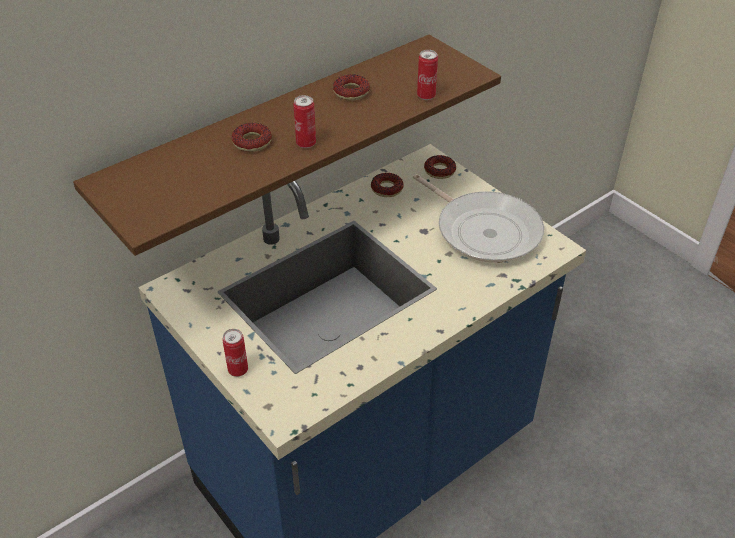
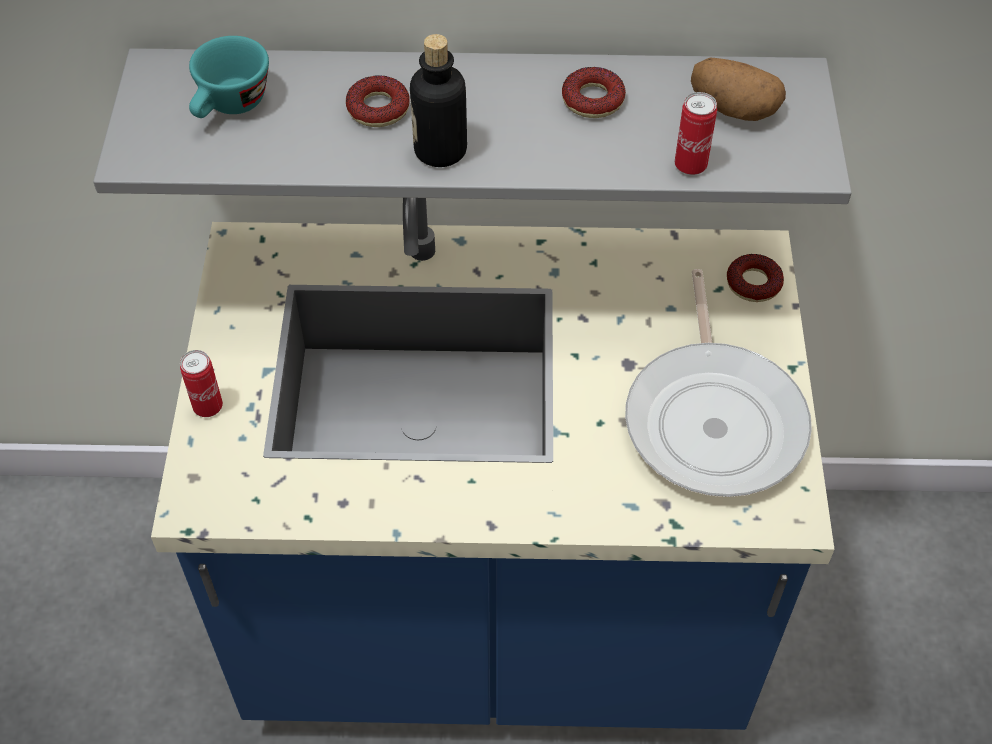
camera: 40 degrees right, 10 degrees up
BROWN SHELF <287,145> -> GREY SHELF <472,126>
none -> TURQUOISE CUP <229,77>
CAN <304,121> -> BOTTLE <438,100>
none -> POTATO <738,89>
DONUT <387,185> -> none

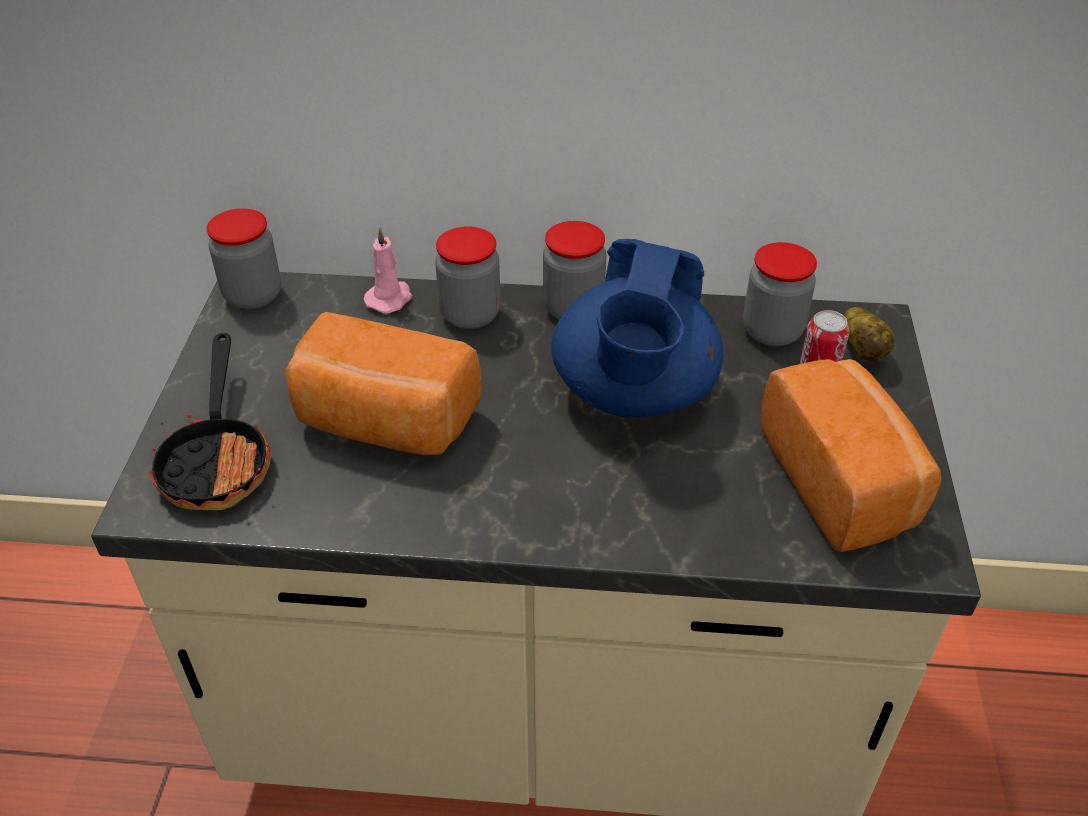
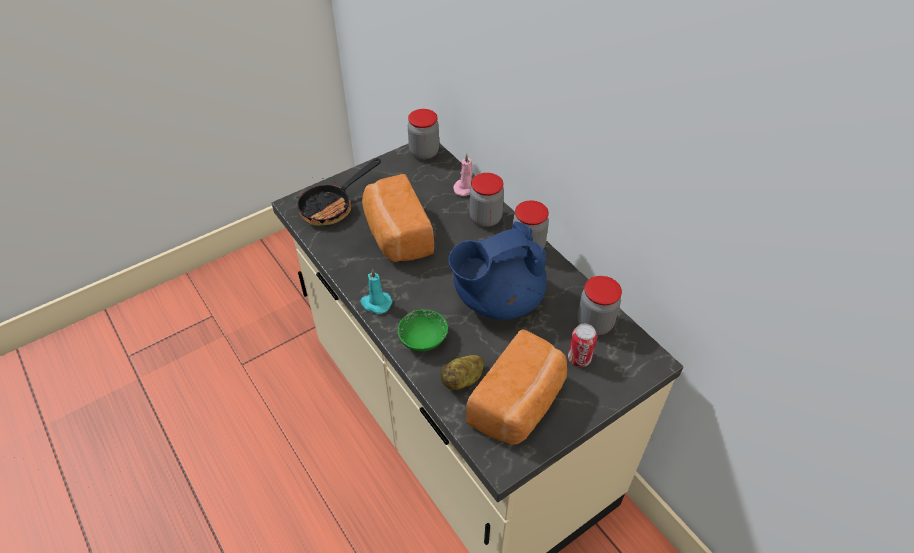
camera: 50 degrees right, 5 degrees up
none -> TURQUOISE CANDLE <376,291>
none -> GREEN BOWL <423,330>
POTATO <869,334> -> POTATO <462,372>, relocated

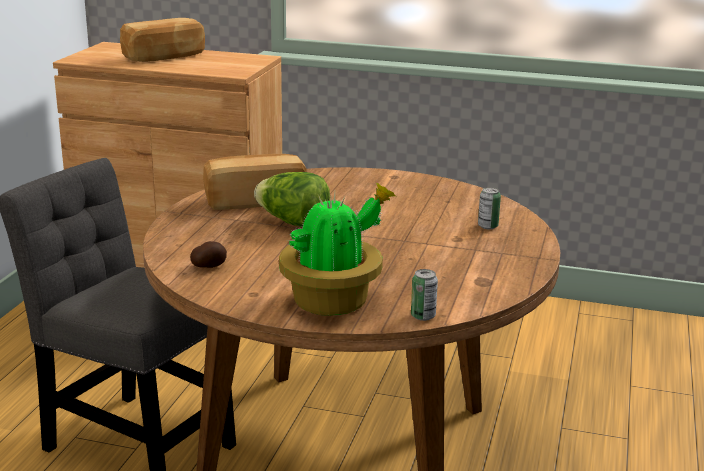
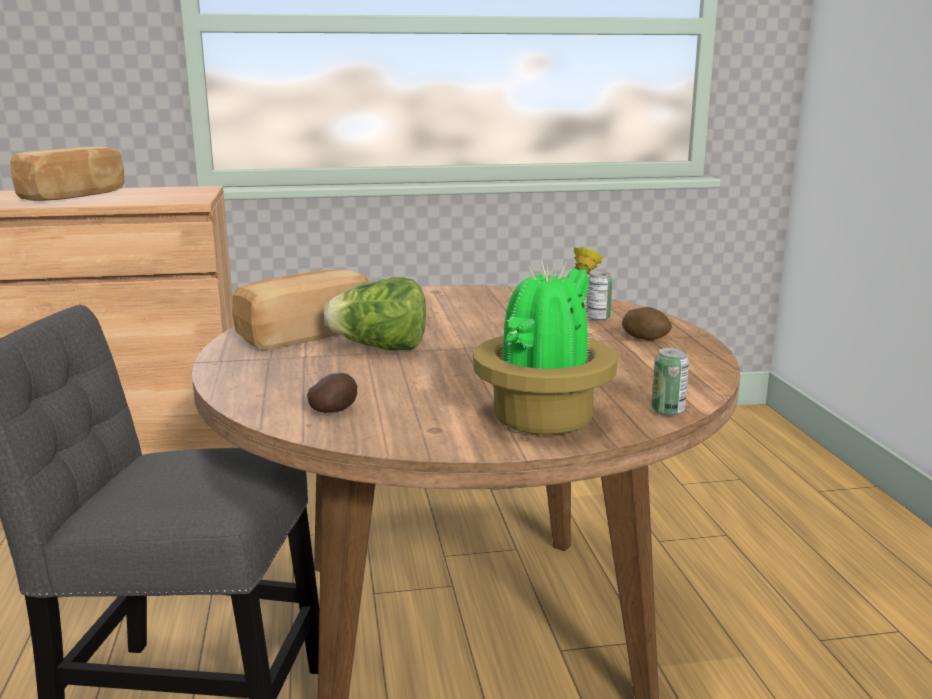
camera: 25 degrees left, 5 degrees down
none -> POTATO <647,323>

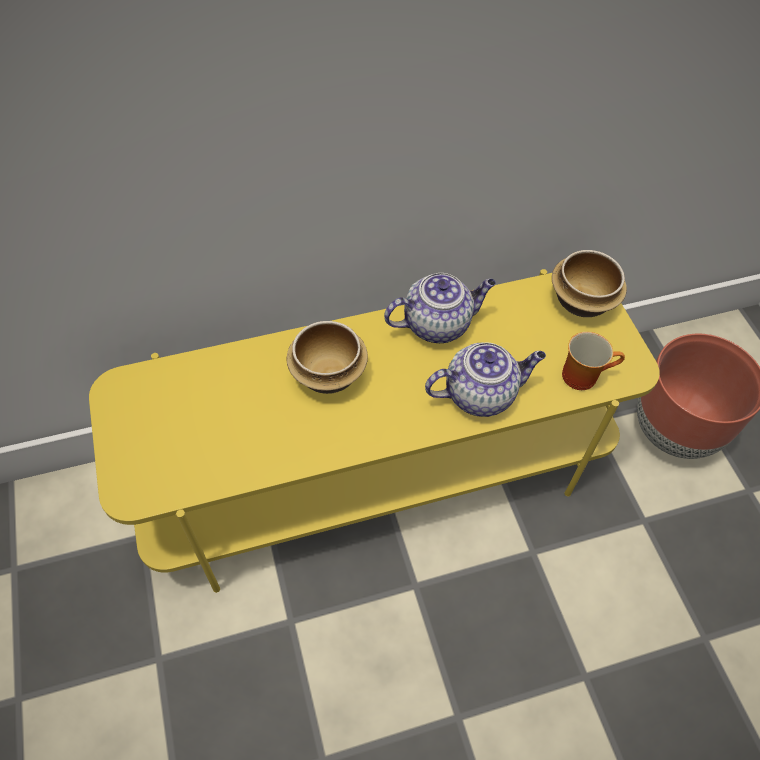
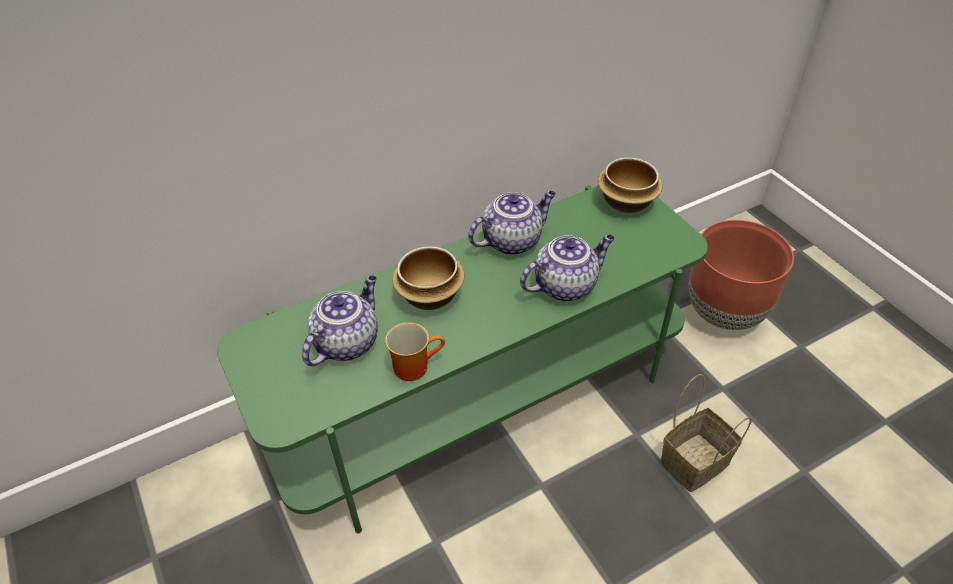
camera: 10 degrees left, 10 degrees down
YELLOW TV STAND <374,431> -> GREEN TV STAND <462,359>
none -> TEAPOT <340,320>
MUG <593,361> -> MUG <415,351>, relocated
none -> BASKET <706,433>

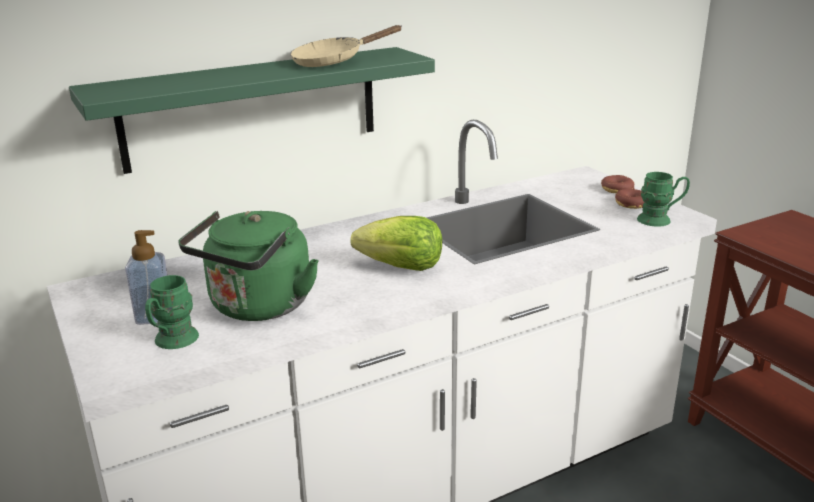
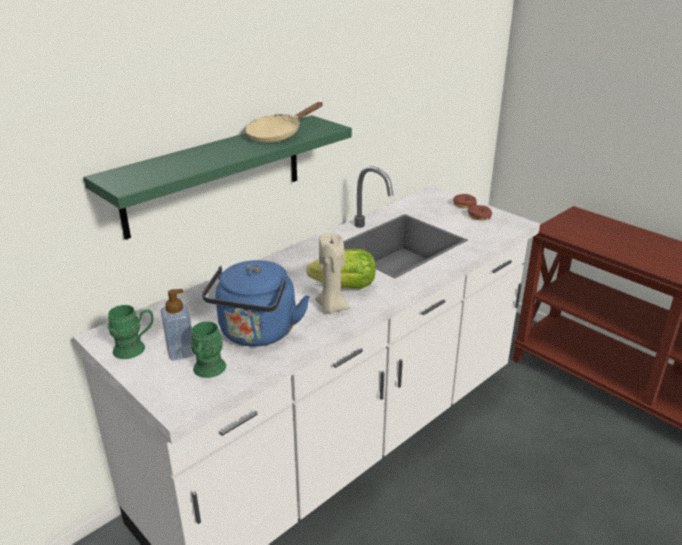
camera: 15 degrees left, 5 degrees up
GREEN MUG <663,199> -> GREEN MUG <130,332>, relocated
GREEN KETTLE <248,266> -> BLUE KETTLE <256,303>
none -> BEIGE CANDLE <332,273>

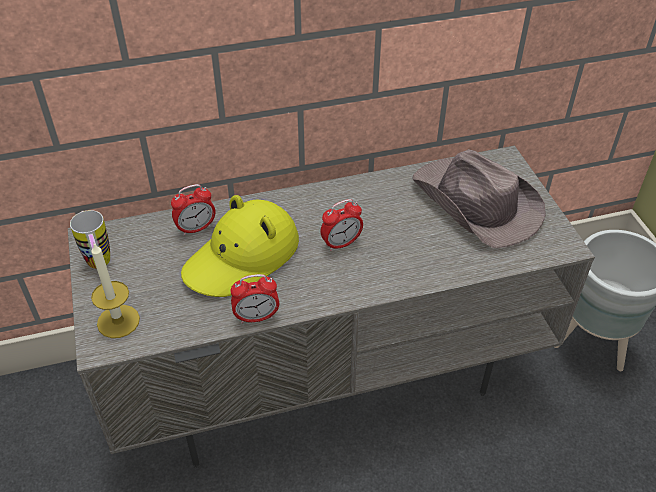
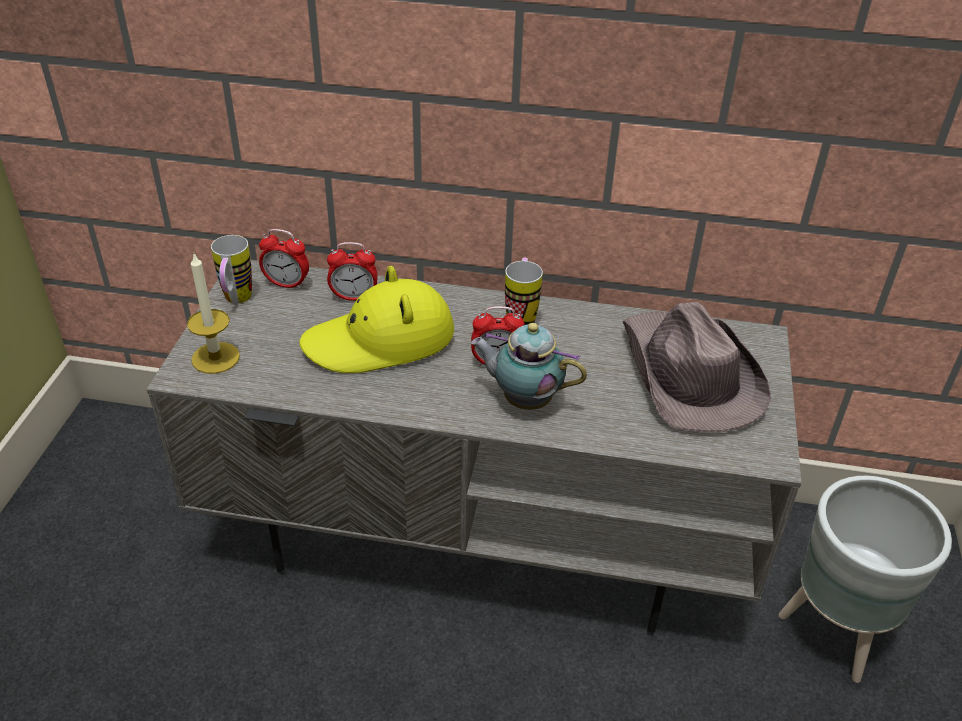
camera: 25 degrees right, 5 degrees down
ALARM CLOCK <254,298> -> ALARM CLOCK <284,259>, relocated
none -> TEAPOT <529,366>
none -> MUG <524,291>

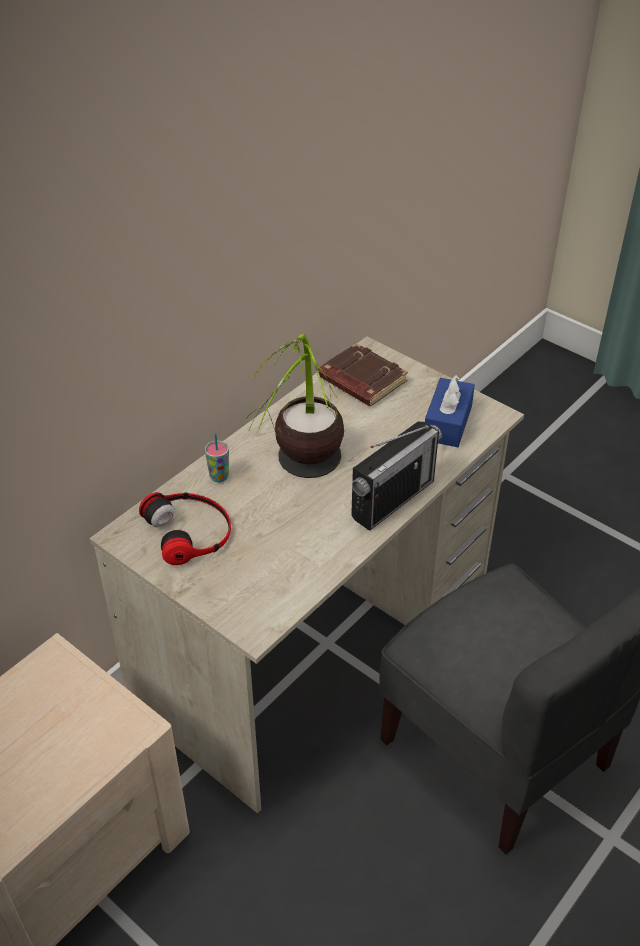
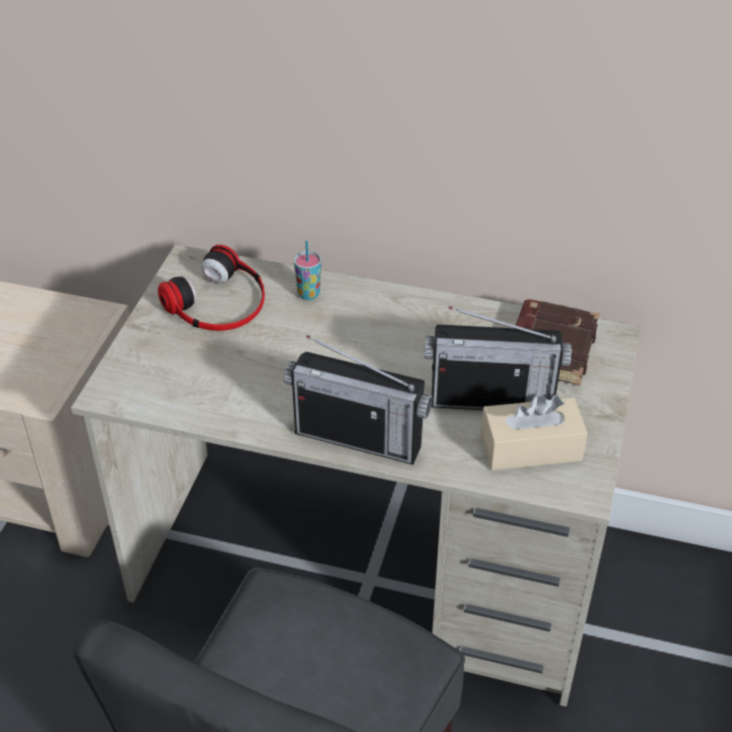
camera: 65 degrees right, 0 degrees up
none -> RADIO <497,358>
BLUE TISSUE BOX <450,410> -> BEIGE TISSUE BOX <534,431>
POTTED PLANT <294,406> -> none

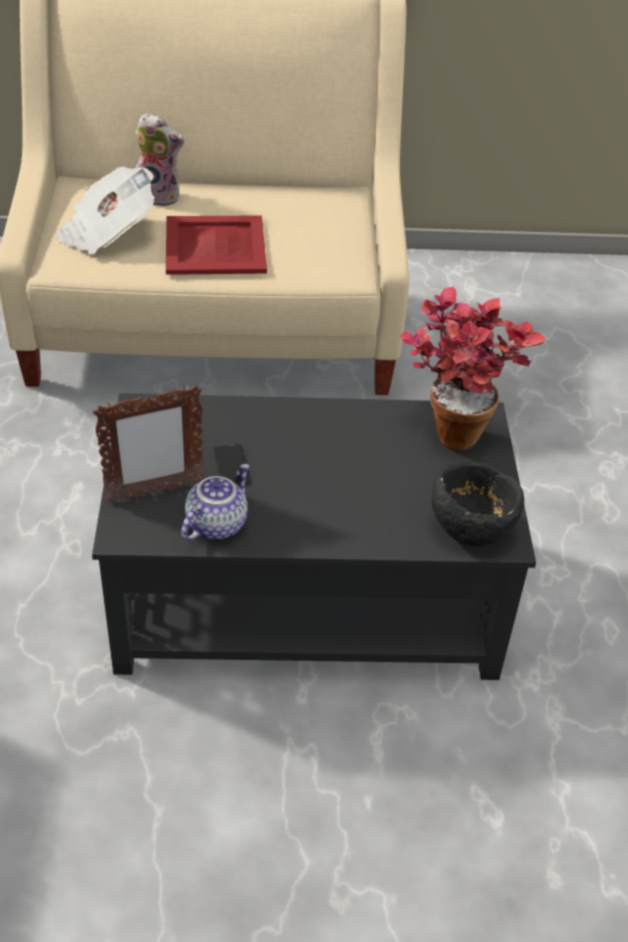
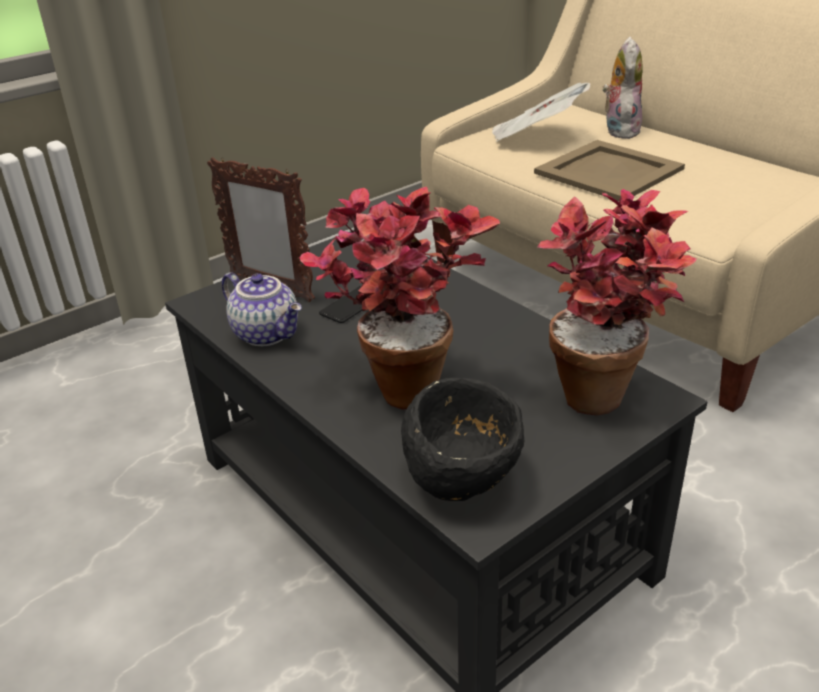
camera: 55 degrees right, 10 degrees down
TEAPOT <215,502> -> TEAPOT <262,309>, 45 degrees clockwise
none -> POTTED PLANT <399,298>
RED TRAY <216,245> -> BEIGE TRAY <609,170>
PLUSH TOY <160,160> -> PLUSH TOY <622,88>, 150 degrees counterclockwise

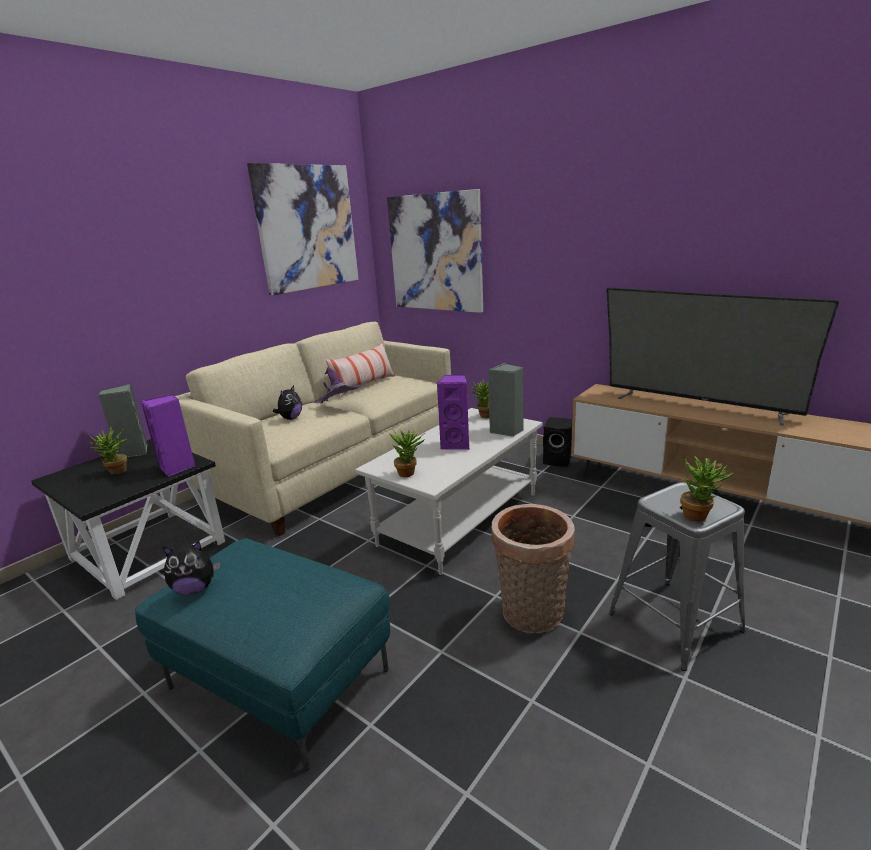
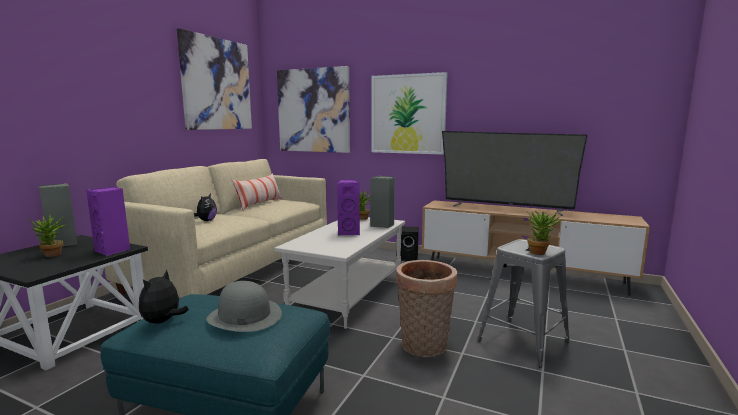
camera: 15 degrees left, 10 degrees down
PLUSH TOY <191,568> -> PLUSH TOY <164,297>, 135 degrees clockwise
none -> GREY HAT <244,306>
none -> PICTURE <409,113>
PURPLE HAT <338,385> -> none
POTTED PLANT <407,453> -> none

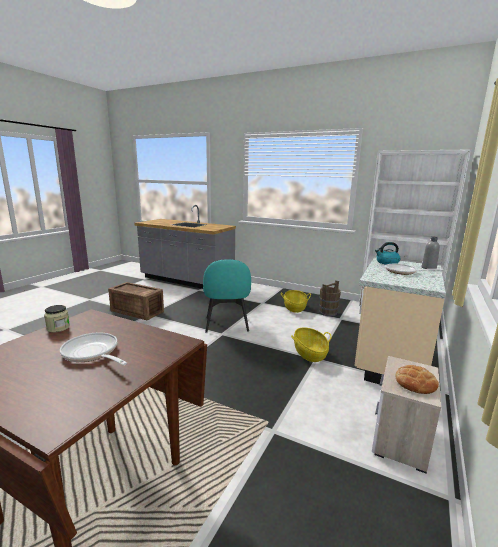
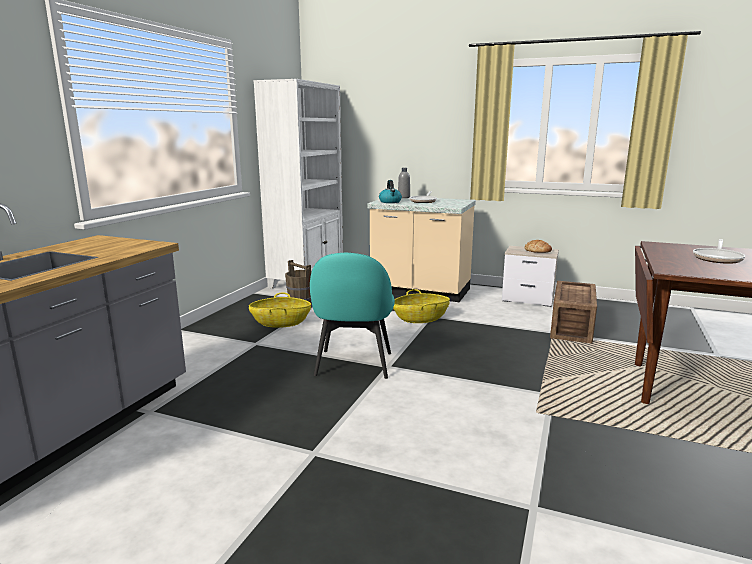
camera: 95 degrees left, 0 degrees up
TURQUOISE CHAIR <227,295> -> TURQUOISE CHAIR <352,316>, 105 degrees clockwise
CRATE <136,301> -> CRATE <573,312>, relocated
JAR <57,319> -> none

